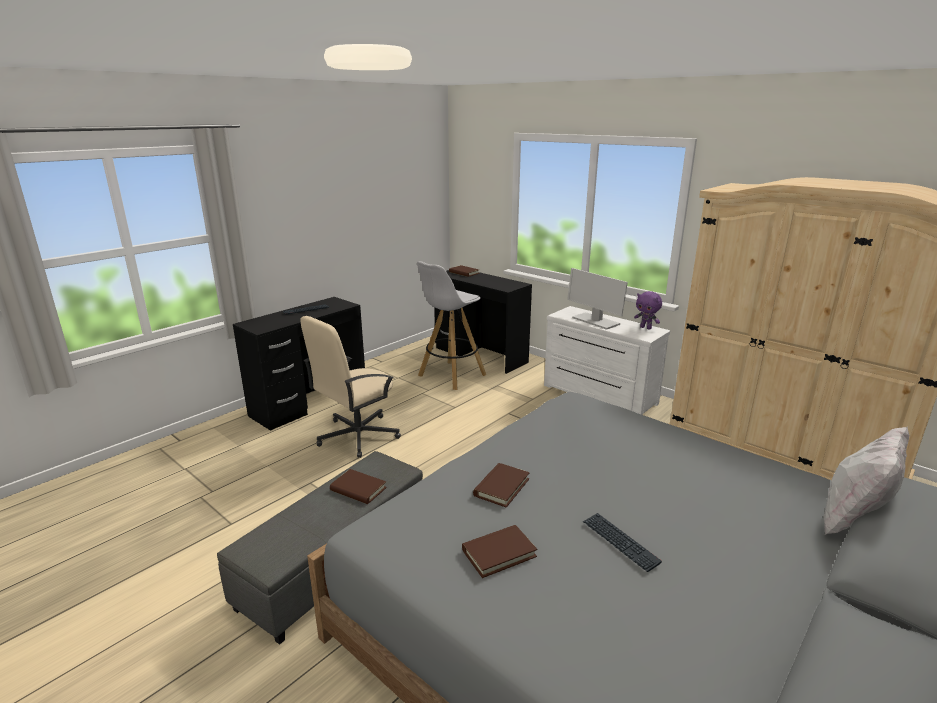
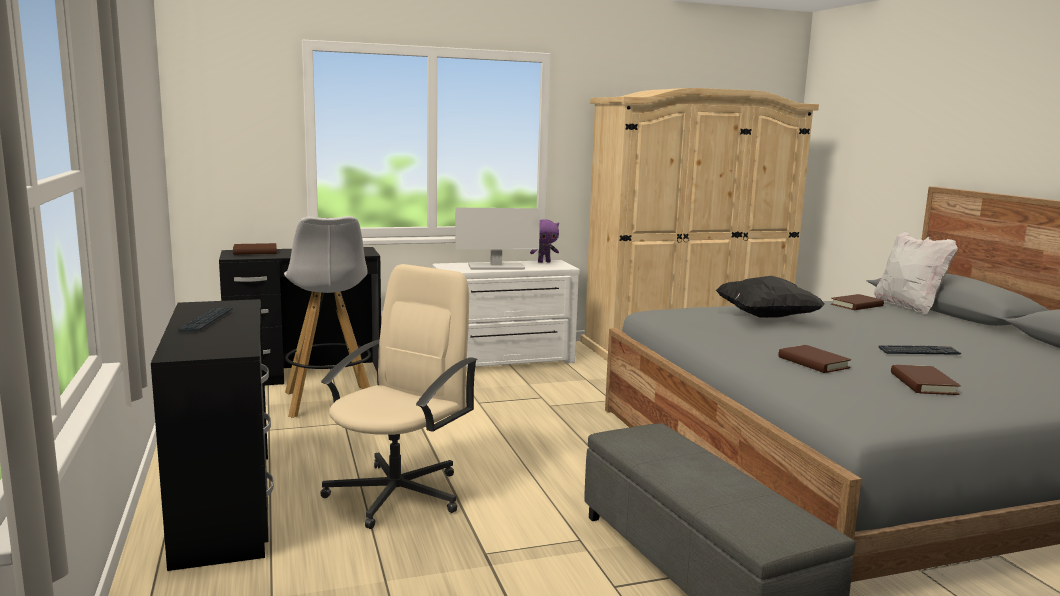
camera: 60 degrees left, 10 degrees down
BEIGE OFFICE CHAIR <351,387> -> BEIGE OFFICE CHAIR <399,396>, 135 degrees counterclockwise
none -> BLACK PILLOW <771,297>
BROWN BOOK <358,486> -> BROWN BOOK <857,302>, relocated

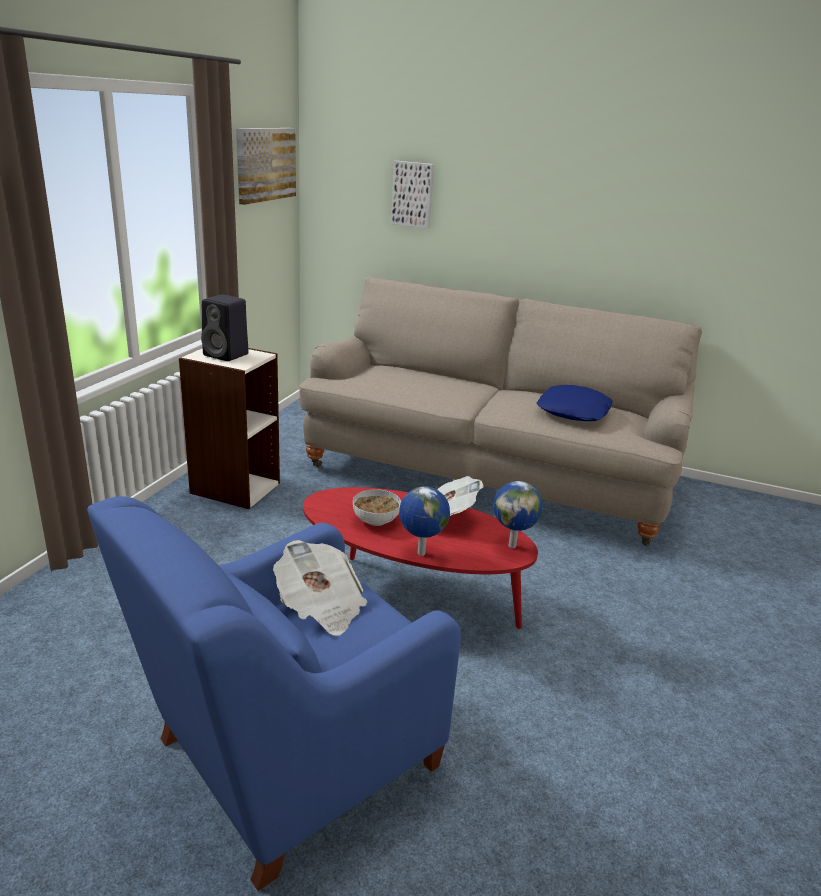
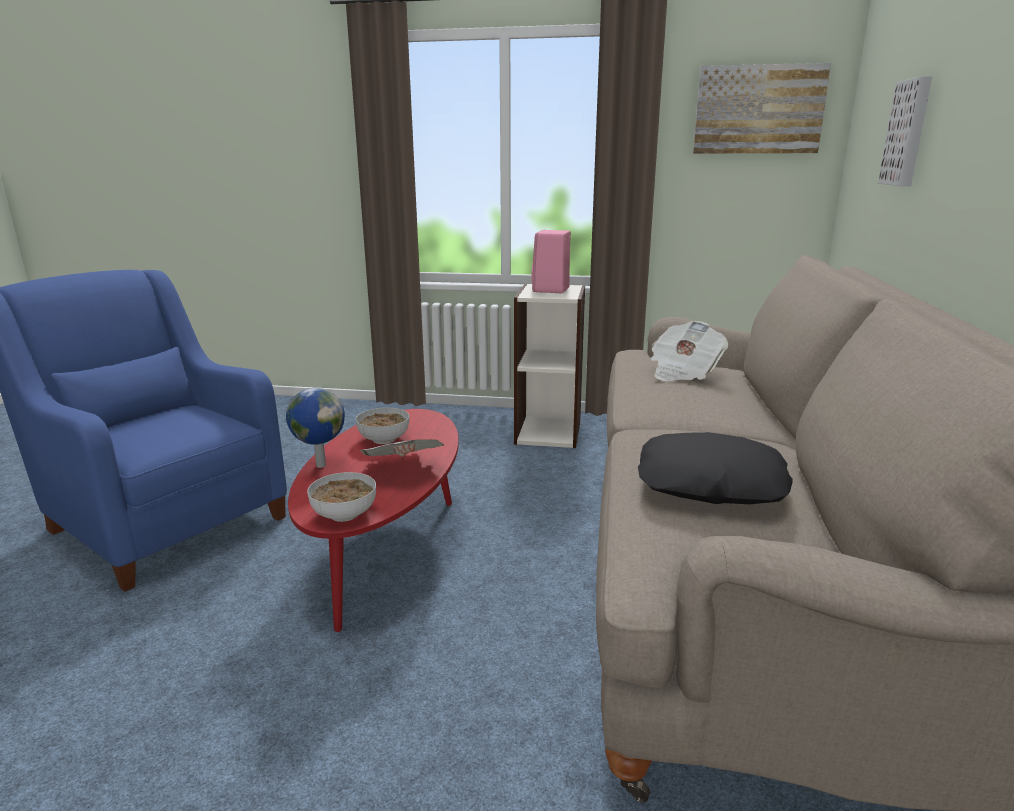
camera: 80 degrees right, 5 degrees down
GLOBE <518,514> -> BOWL <341,497>
BLACK SPEAKER <225,327> -> PINK SPEAKER <551,261>
BLUE PILLOW <575,403> -> BLACK PILLOW <715,468>
NEWSPAPER <320,588> -> NEWSPAPER <690,351>, relocated

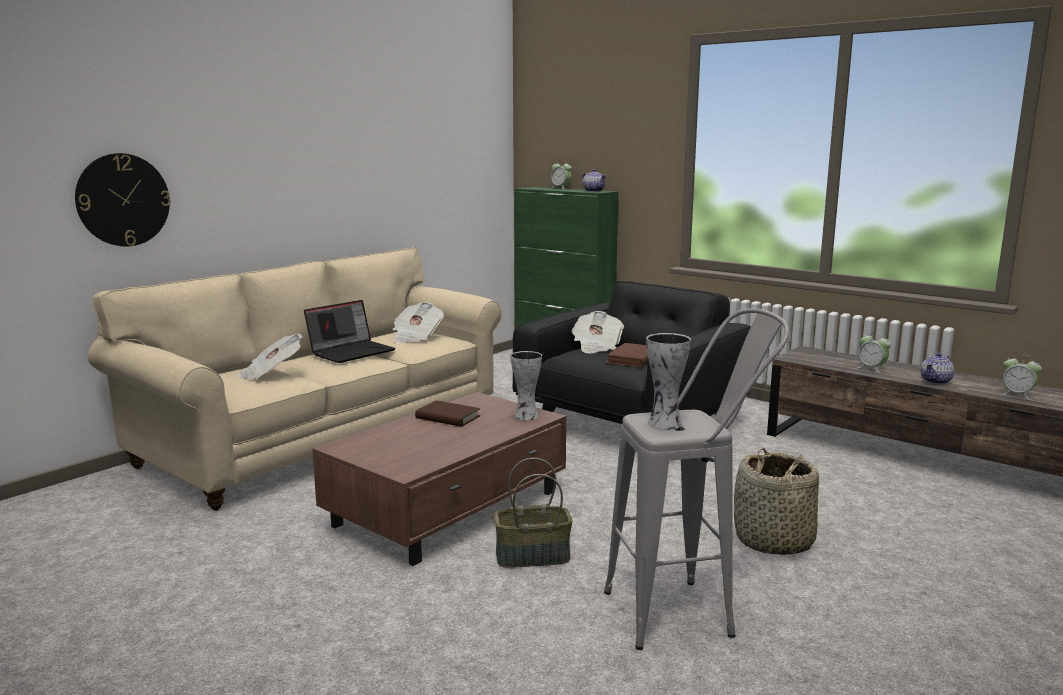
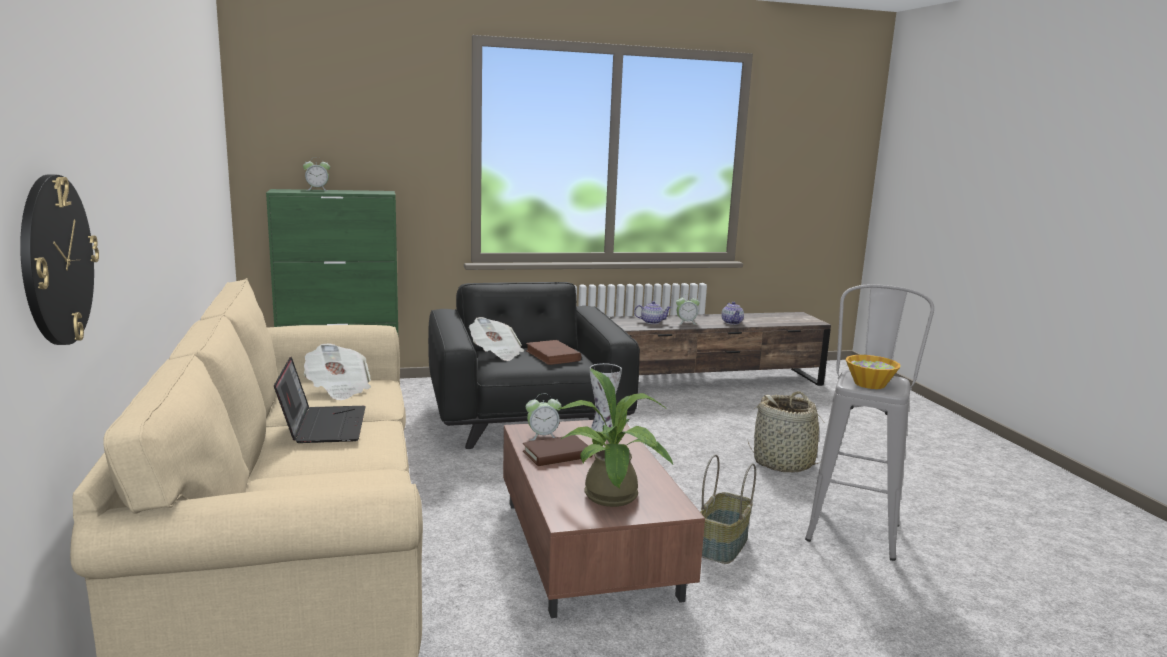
camera: 55 degrees left, 0 degrees up
ALARM CLOCK <1021,377> -> ALARM CLOCK <543,417>, relocated
none -> POTTED PLANT <615,437>
TEAPOT <594,180> -> TEAPOT <653,312>, relocated
VASE <668,381> -> BOWL <873,372>
NEWSPAPER <270,356> -> none

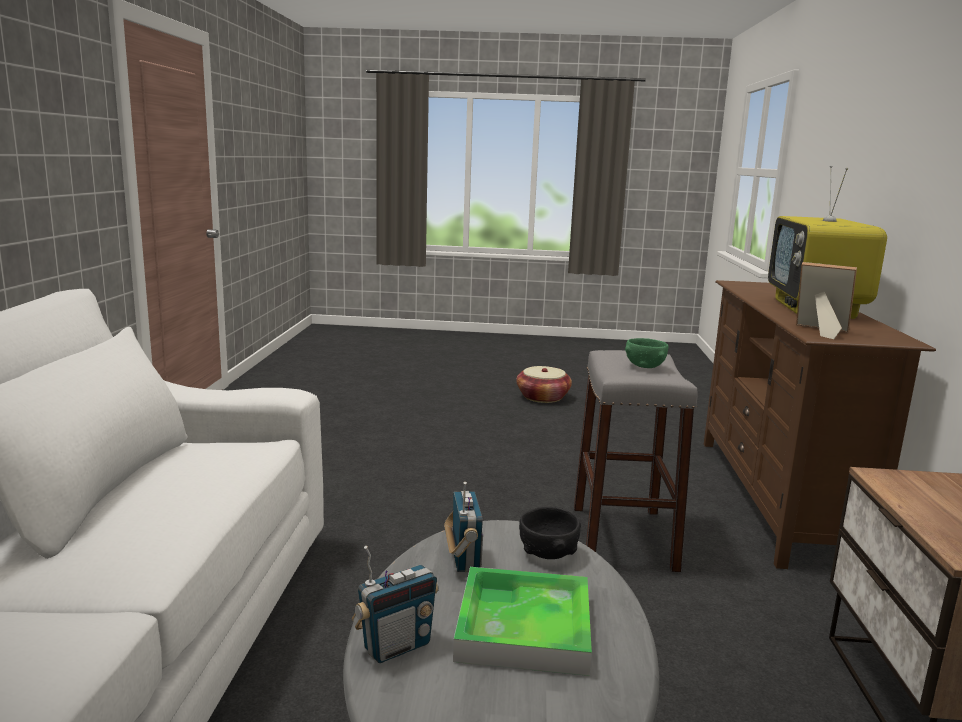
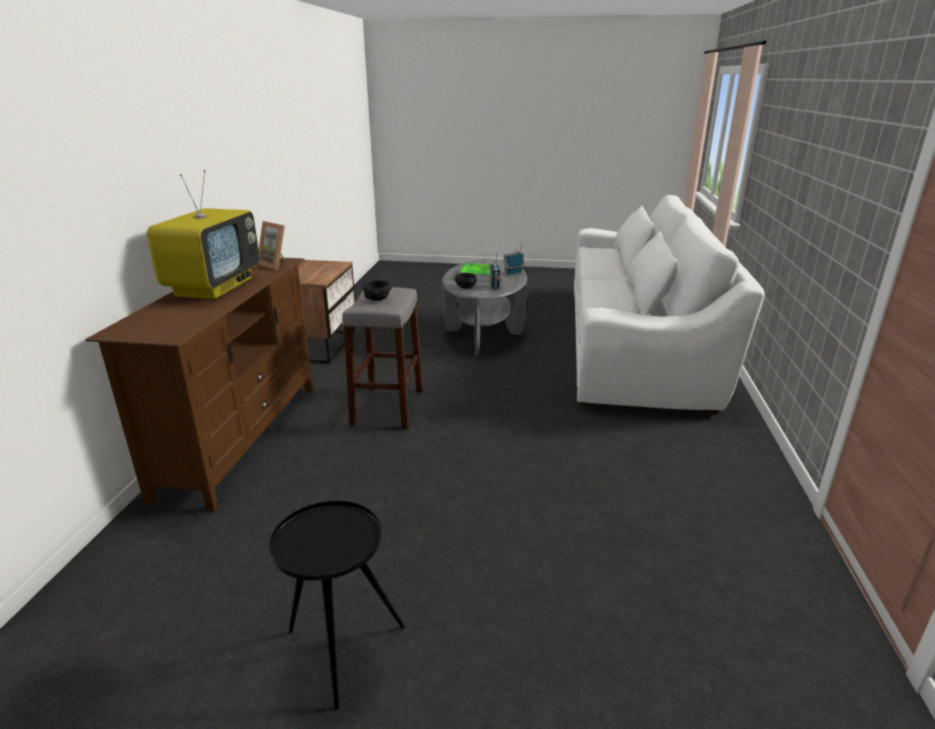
camera: 175 degrees left, 10 degrees up
BASKET <544,384> -> BLACK SIDE TABLE <337,605>
GREEN BOWL <646,353> -> BLACK BOWL <377,290>

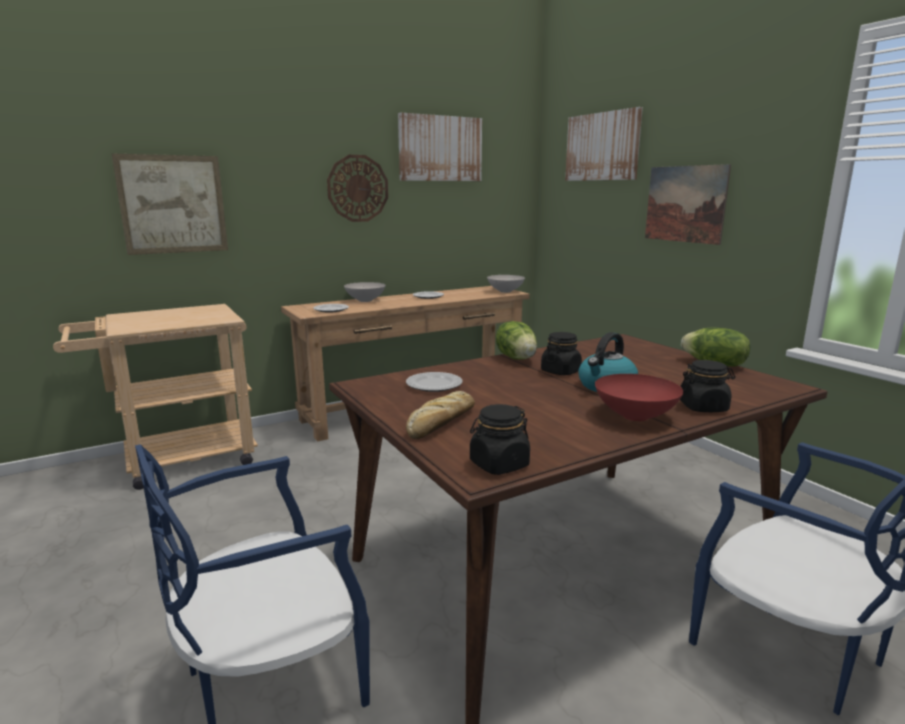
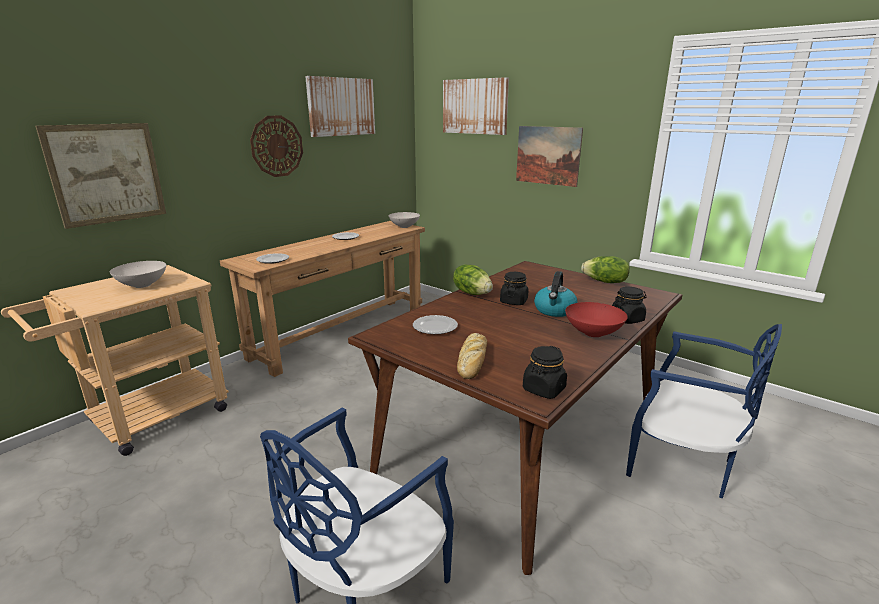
camera: 20 degrees left, 5 degrees up
WHITE BOWL <365,292> -> WHITE BOWL <138,274>, relocated

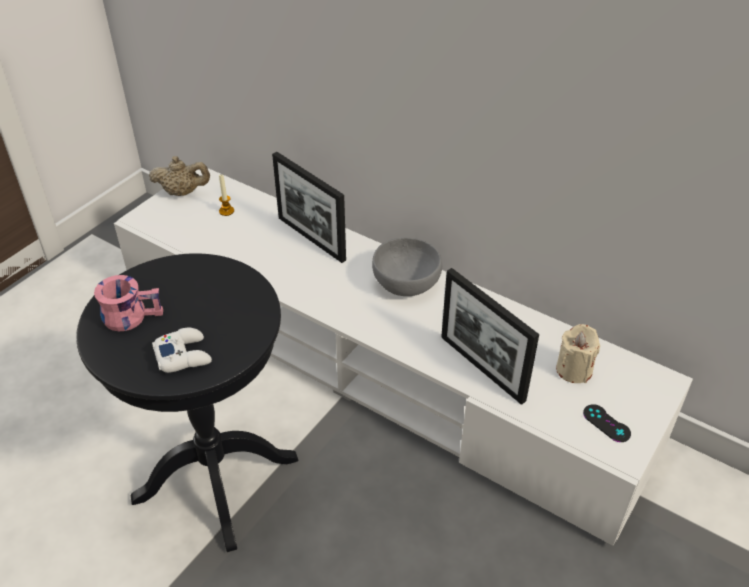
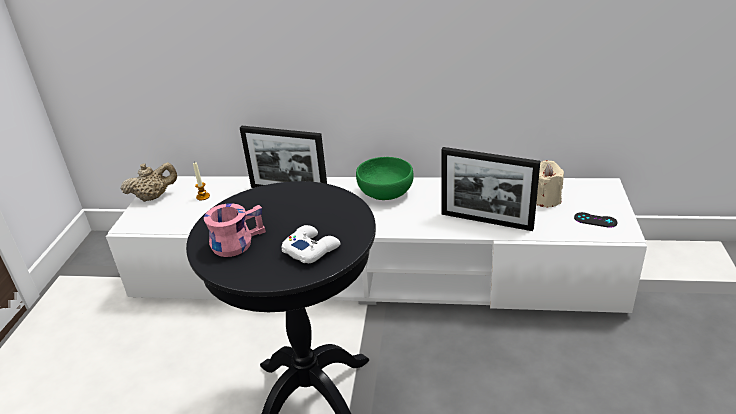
camera: 25 degrees left, 10 degrees down
GREY BOWL <407,266> -> GREEN BOWL <385,178>

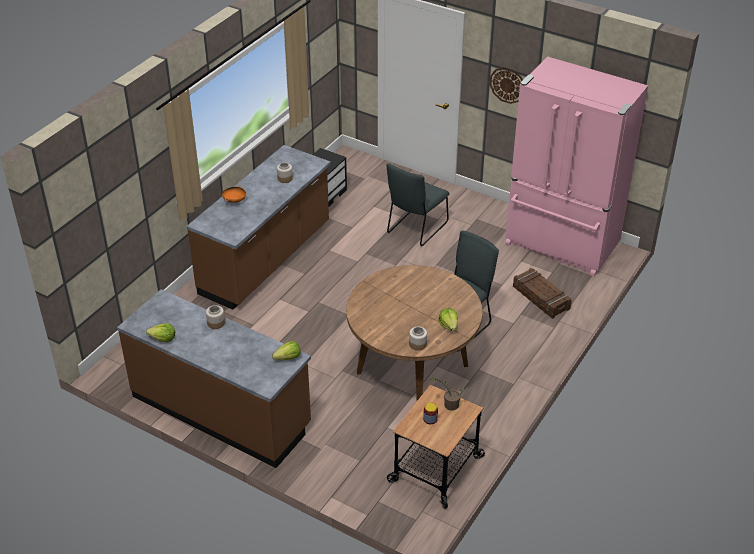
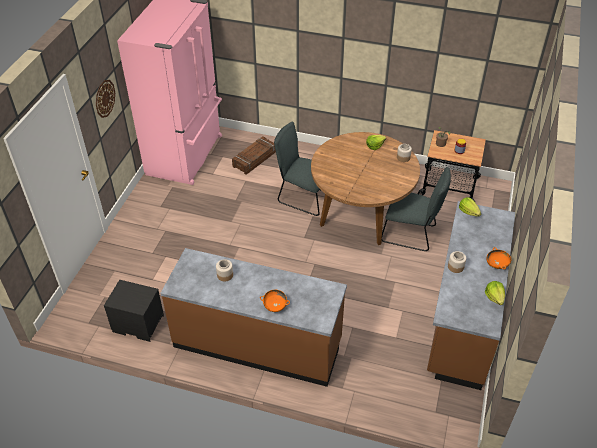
camera: 105 degrees left, 5 degrees up
GREY CHAIR <418,204> -> GREY CHAIR <416,209>, relocated
none -> ORANGE BOWL <498,258>

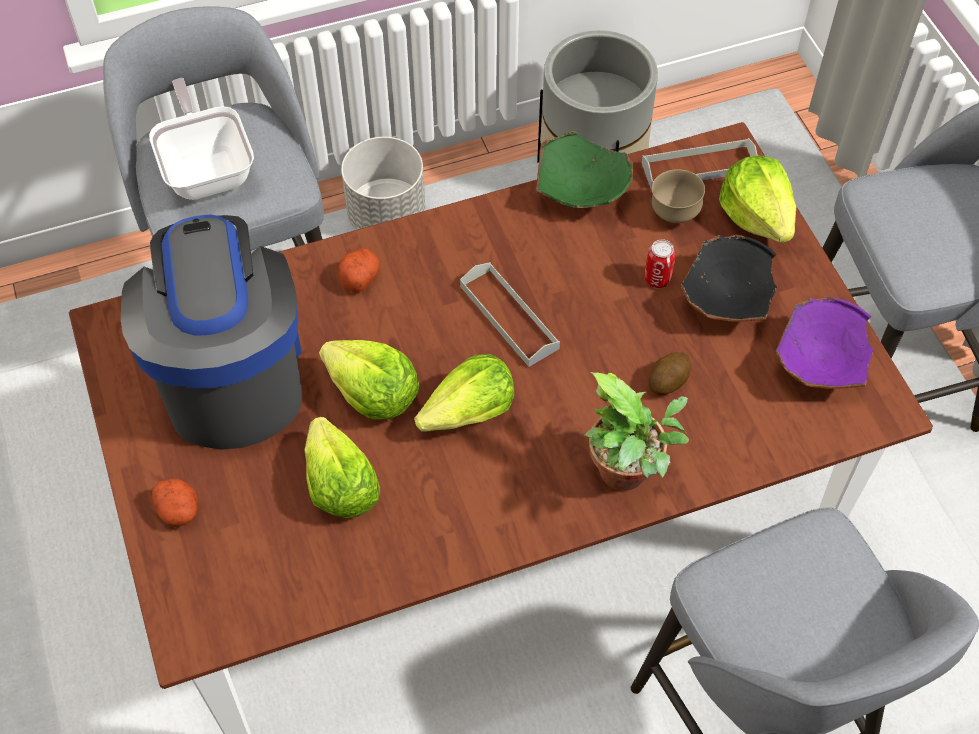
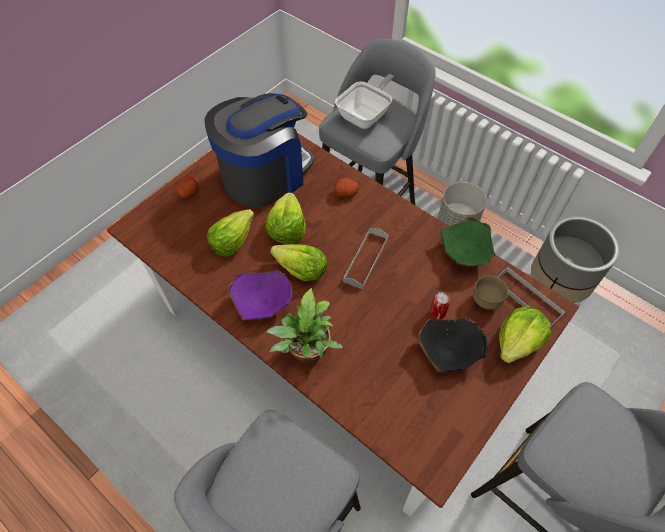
camera: 60 degrees right, 0 degrees up
PURPLE BOWL <825,343> -> PURPLE BOWL <259,295>, relocated
POTATO <669,373> -> none

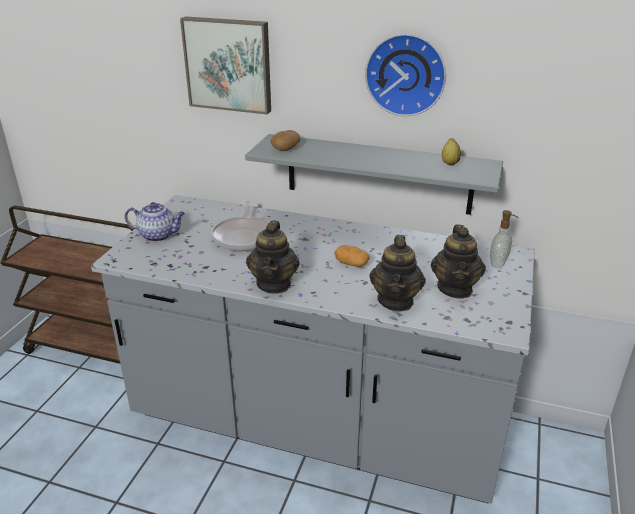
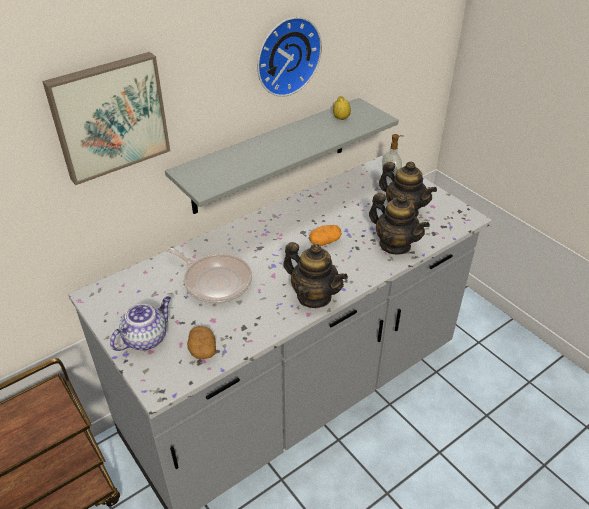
camera: 55 degrees left, 10 degrees up
POTATO <285,140> -> POTATO <201,342>, relocated

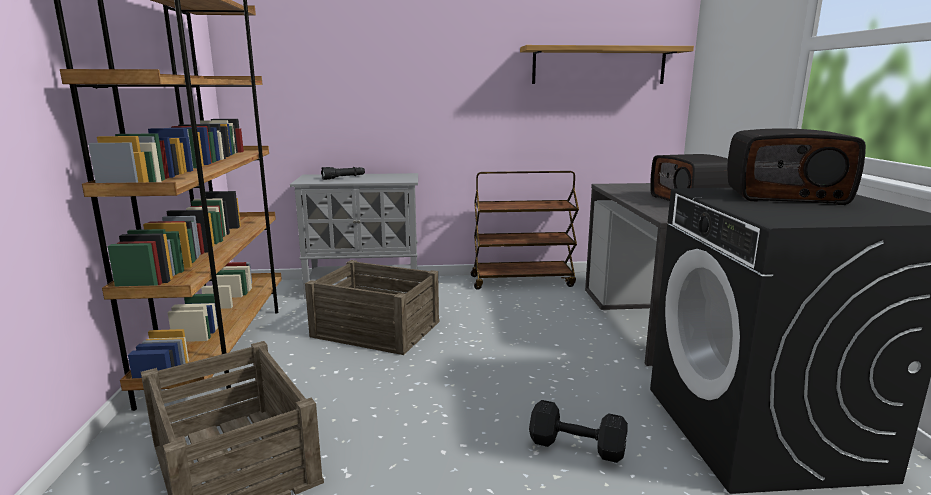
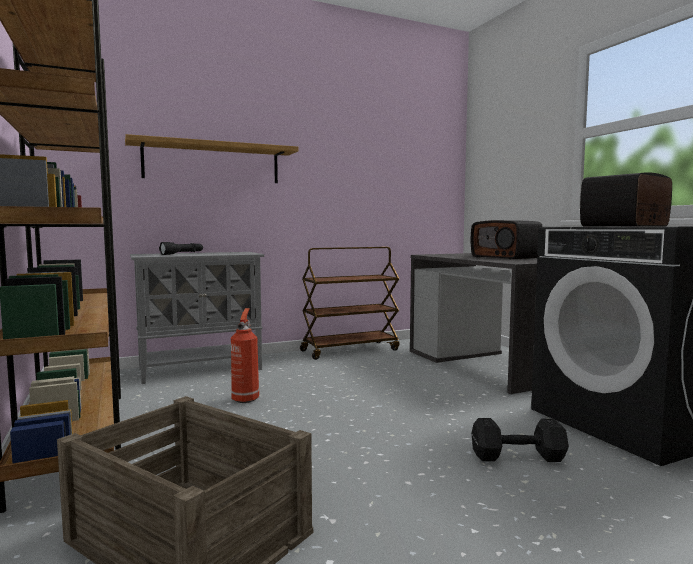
camera: 20 degrees left, 10 degrees down
SHELF <607,64> -> SHELF <211,158>, relocated
CRATE <372,307> -> FIRE EXTINGUISHER <245,355>
RADIO <796,166> -> RADIO <626,200>, 150 degrees clockwise

